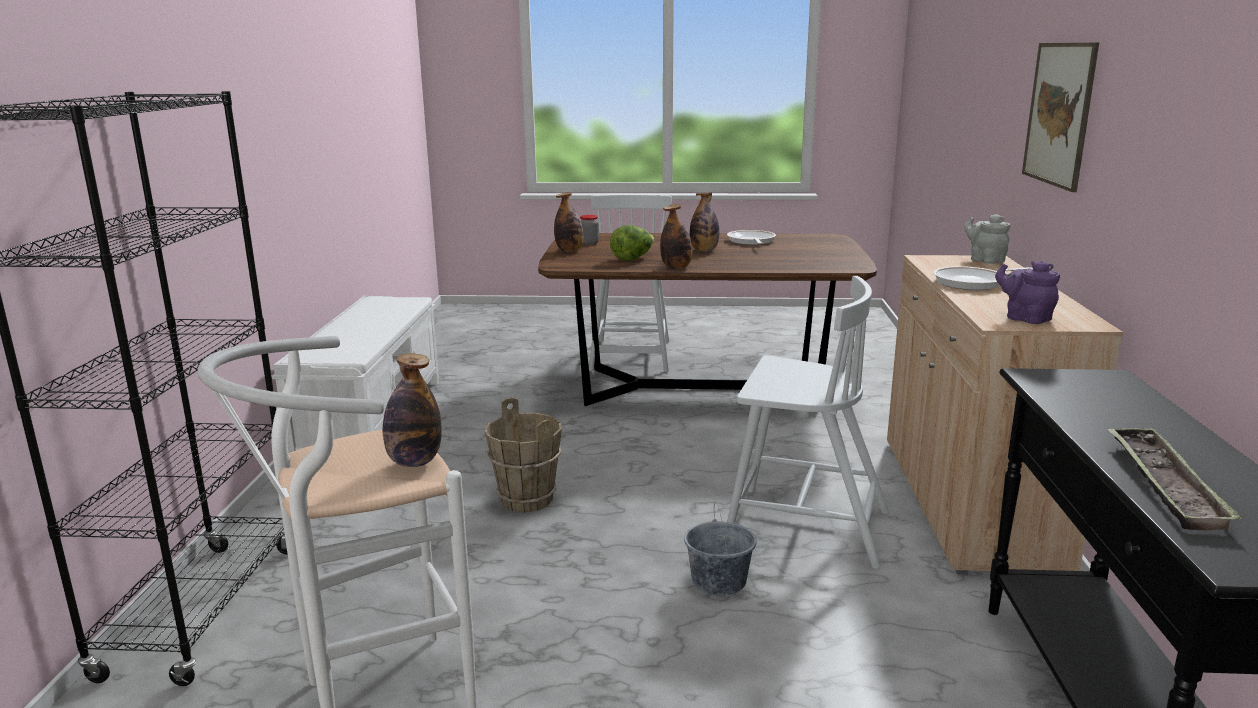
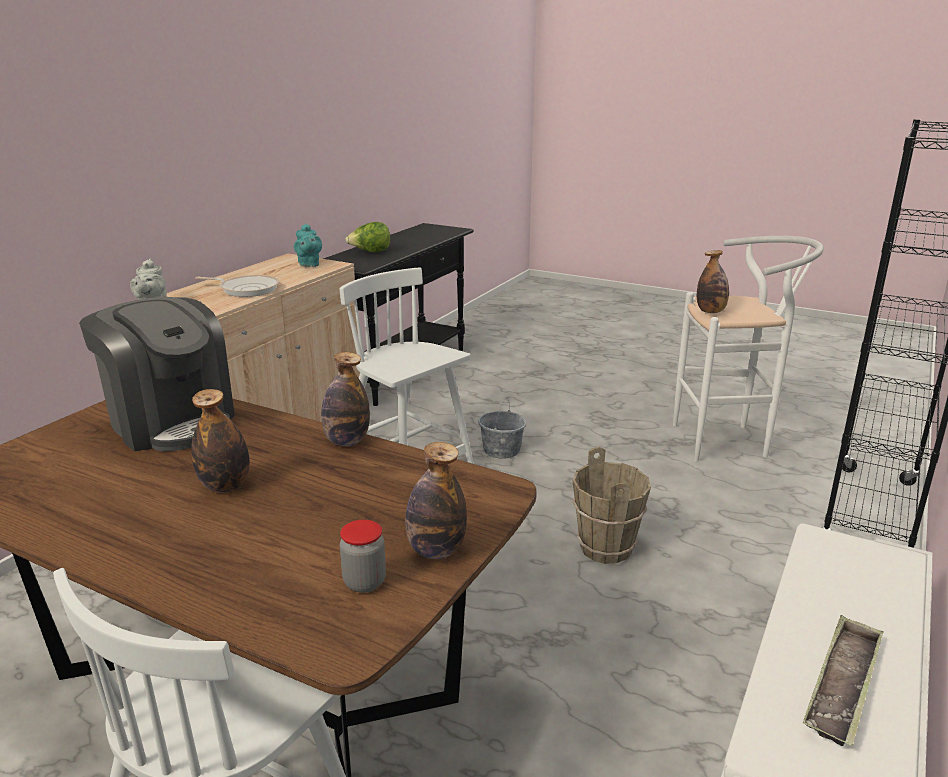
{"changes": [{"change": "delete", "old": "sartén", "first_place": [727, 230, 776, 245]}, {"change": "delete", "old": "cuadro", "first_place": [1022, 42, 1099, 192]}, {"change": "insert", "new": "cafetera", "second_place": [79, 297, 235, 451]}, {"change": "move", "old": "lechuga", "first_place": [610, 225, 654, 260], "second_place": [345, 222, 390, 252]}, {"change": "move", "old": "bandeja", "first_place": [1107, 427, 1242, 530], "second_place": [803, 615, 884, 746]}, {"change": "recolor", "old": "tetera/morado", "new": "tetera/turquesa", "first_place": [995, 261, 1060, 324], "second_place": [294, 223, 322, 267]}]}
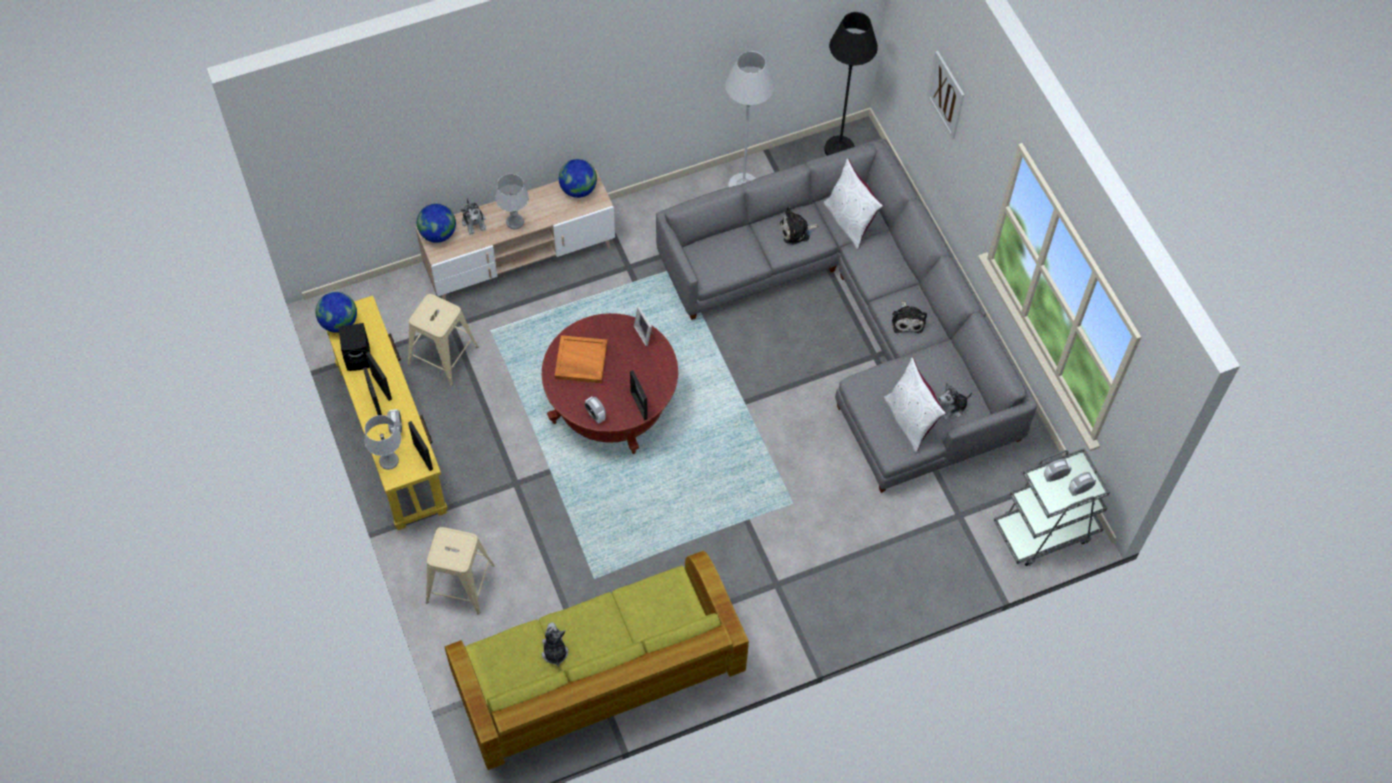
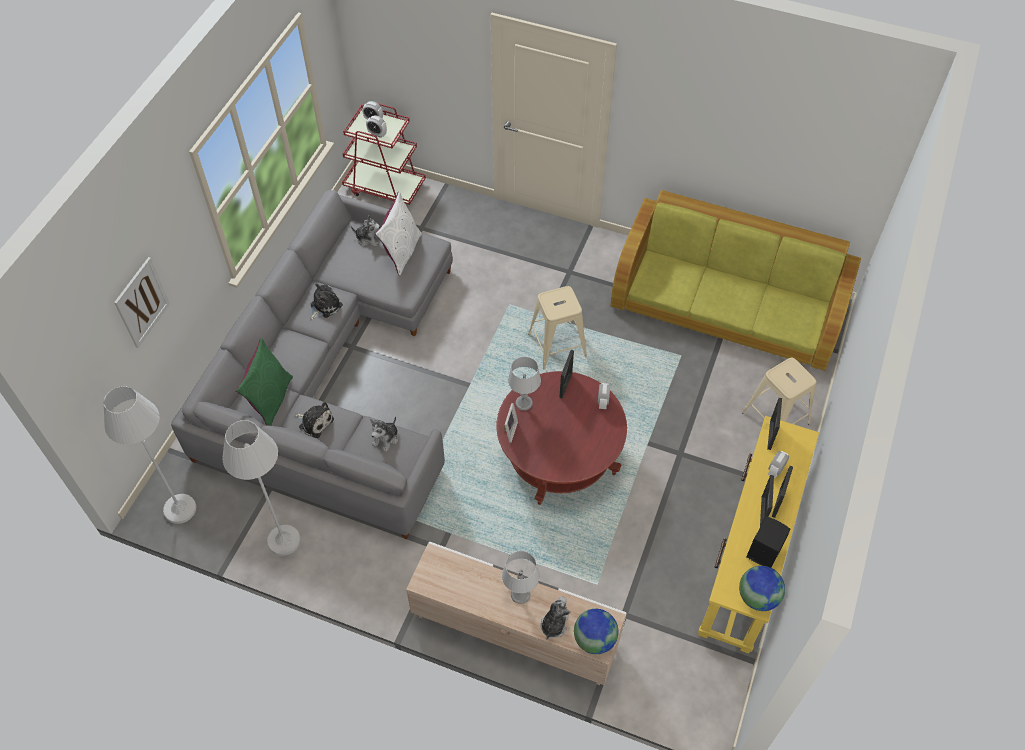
{"changes": [{"change": "delete", "old": "bandeja/naranja", "first_place": [555, 335, 607, 383]}, {"change": "delete", "old": "globo terráqueo", "first_place": [559, 159, 597, 198]}, {"change": "move", "old": "lámpara de mesa/gris", "first_place": [365, 415, 401, 470], "second_place": [508, 357, 541, 411]}, {"change": "move", "old": "taburete/beis", "first_place": [408, 294, 479, 386], "second_place": [528, 286, 587, 369]}, {"change": "move", "old": "peluche", "first_place": [542, 622, 568, 667], "second_place": [370, 416, 399, 452]}, {"change": "recolor", "old": "cojín/blanco", "new": "cojín/verde", "first_place": [823, 159, 883, 250], "second_place": [236, 338, 293, 426]}, {"change": "recolor", "old": "lámpara de pie/negro", "new": "lámpara de pie/blanco", "first_place": [824, 12, 878, 155], "second_place": [104, 386, 196, 524]}, {"change": "recolor", "old": "carrito/gris", "new": "carrito/rojo", "first_place": [994, 448, 1110, 566], "second_place": [342, 103, 426, 205]}]}
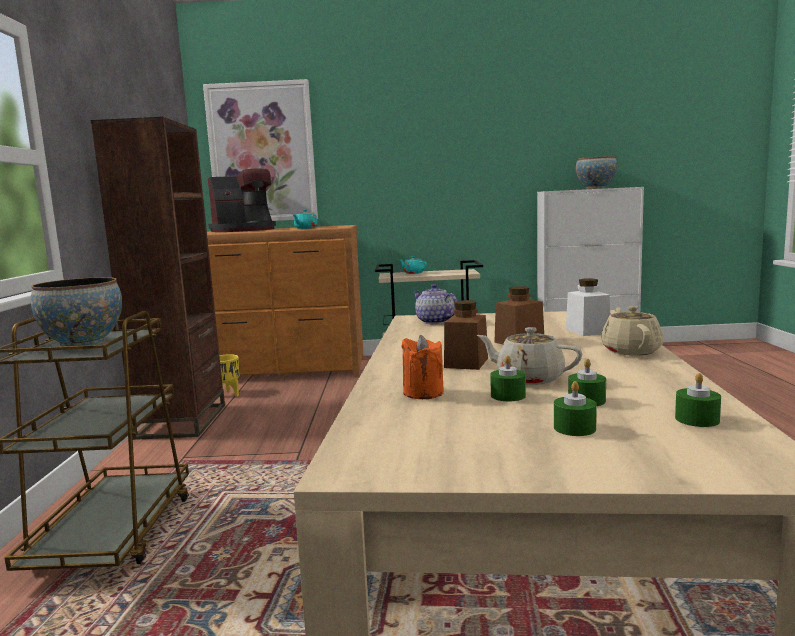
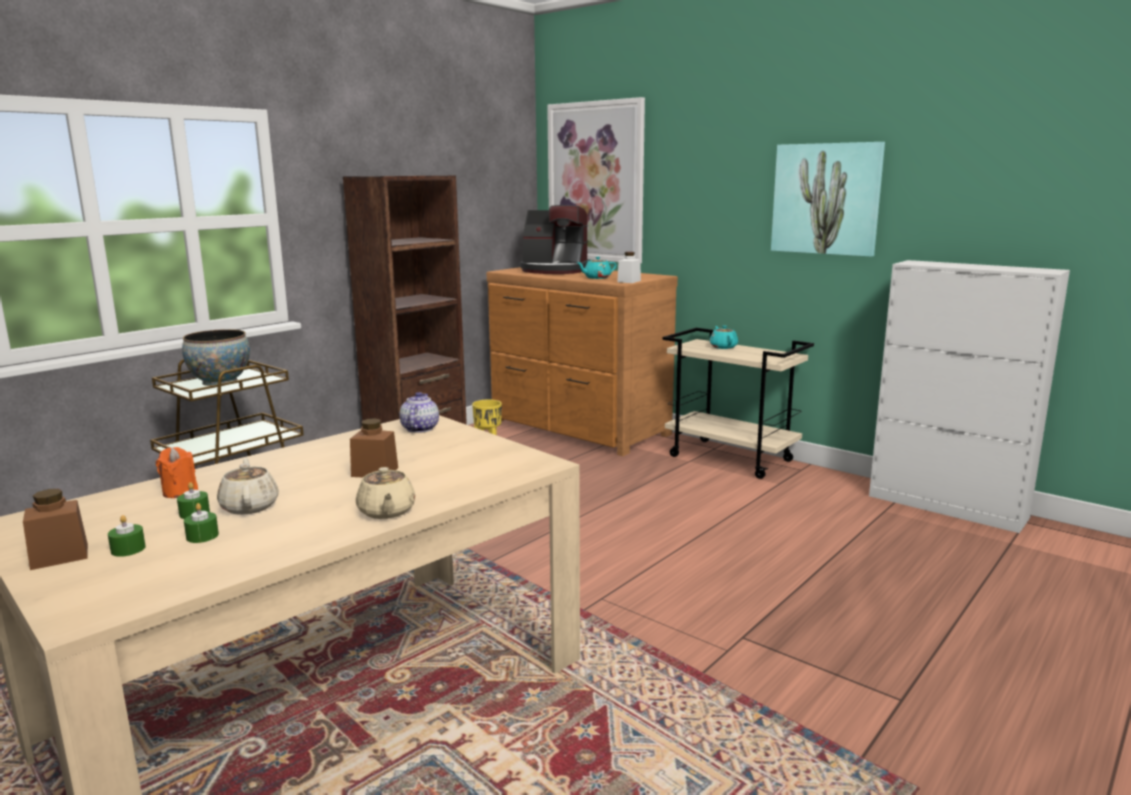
{"changes": [{"change": "delete", "old": "cuenco", "first_place": [576, 156, 617, 189]}, {"change": "delete", "old": "vela/verde", "first_place": [675, 373, 721, 427]}, {"change": "insert", "new": "cuadro", "second_place": [771, 142, 885, 257]}, {"change": "move", "old": "tarro/marrón", "first_place": [444, 300, 488, 370], "second_place": [23, 489, 88, 570]}, {"change": "move", "old": "tarro/blanco", "first_place": [566, 279, 610, 336], "second_place": [617, 252, 641, 283]}, {"change": "rotate", "old": "tetera/beis", "first_place": [601, 306, 664, 356], "second_place": [356, 467, 415, 519], "degrees": 120}]}
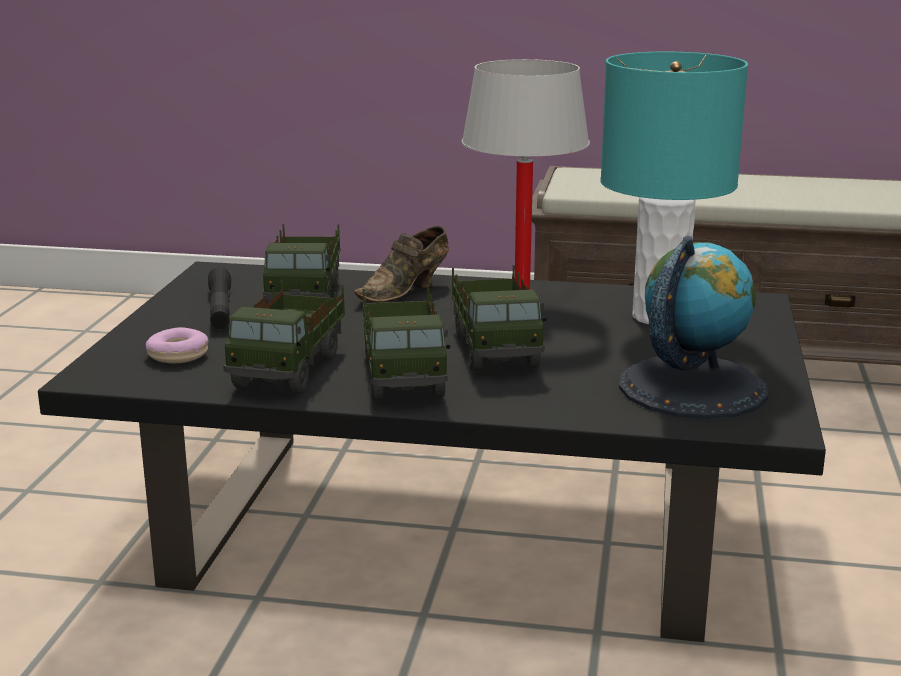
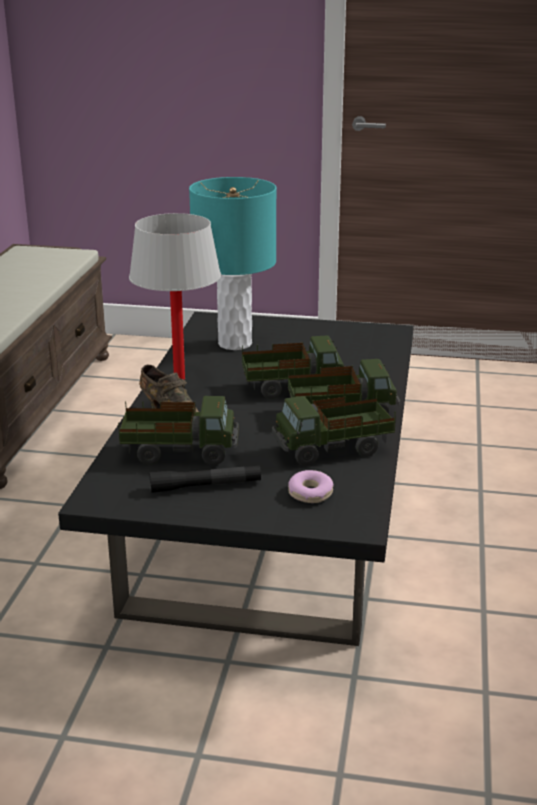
{"changes": [{"change": "delete", "old": "globo terráqueo", "first_place": [619, 236, 768, 419]}, {"change": "rotate", "old": "camión de juguete", "first_place": [223, 280, 345, 393], "second_place": [272, 392, 396, 466], "degrees": 150}]}
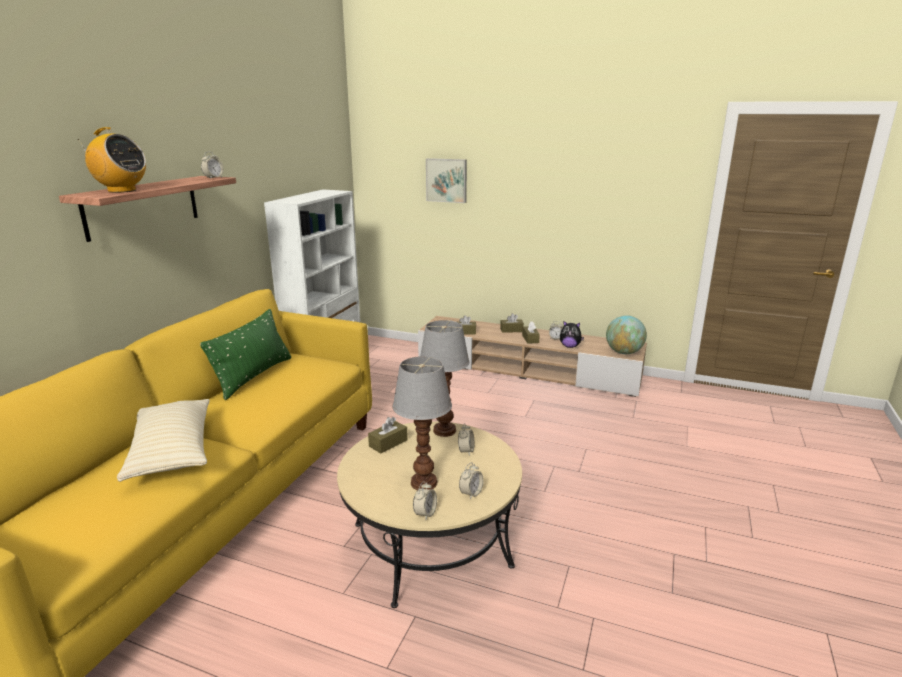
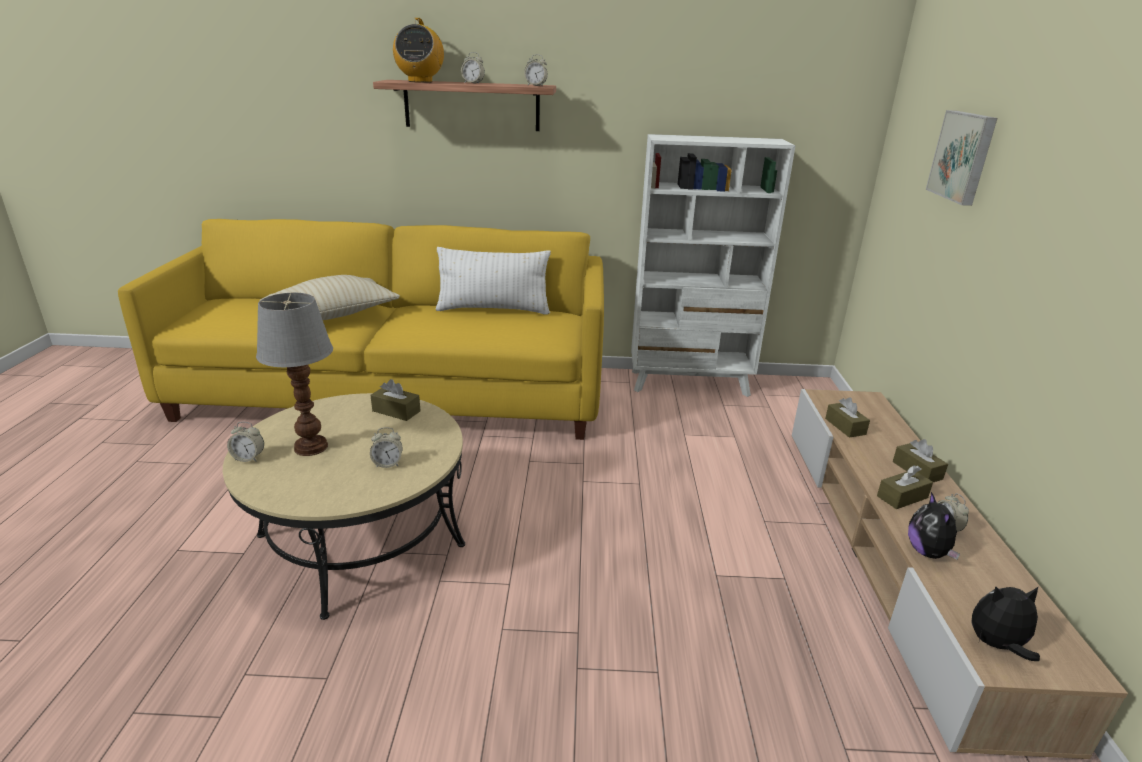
{"changes": [{"change": "delete", "old": "lámpara de mesa", "first_place": [420, 320, 470, 437]}, {"change": "move", "old": "despertador", "first_place": [459, 462, 484, 500], "second_place": [461, 52, 485, 84]}, {"change": "replace", "old": "globo terráqueo", "new": "peluche", "first_place": [606, 315, 647, 354], "second_place": [971, 586, 1040, 661]}, {"change": "recolor", "old": "cojín/verde", "new": "cojín/blanco", "first_place": [200, 309, 291, 400], "second_place": [436, 247, 551, 315]}]}
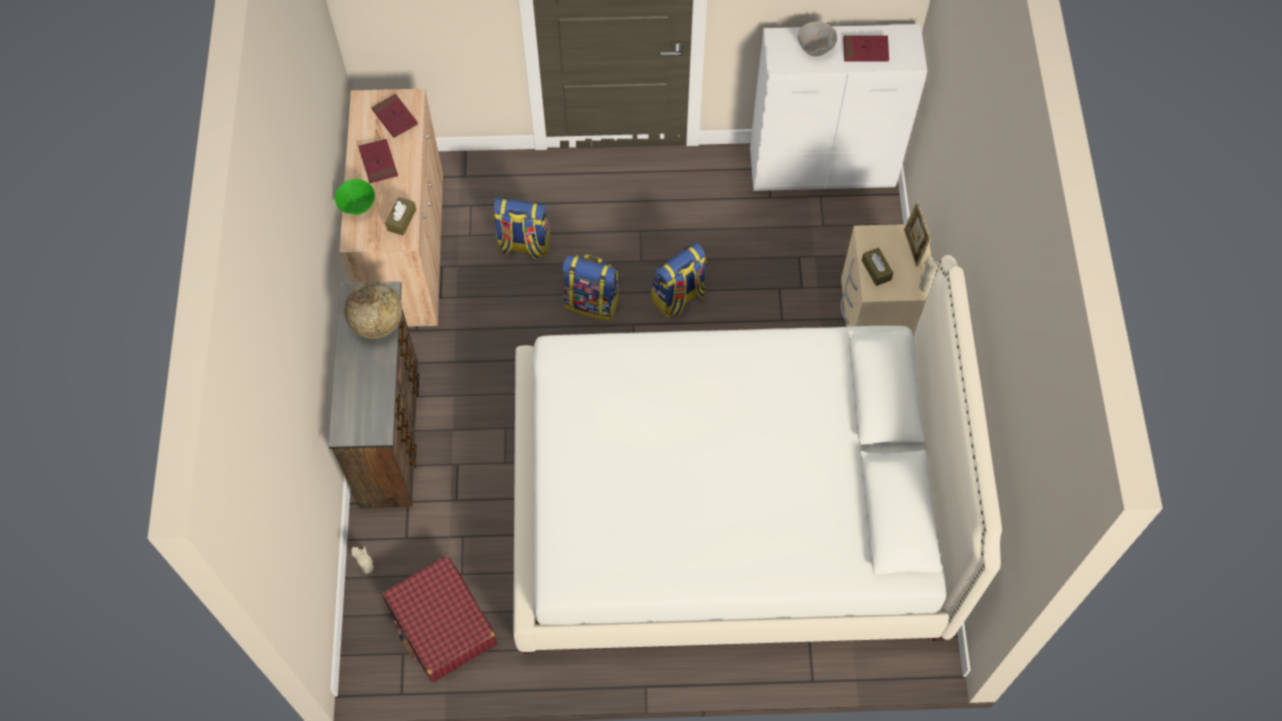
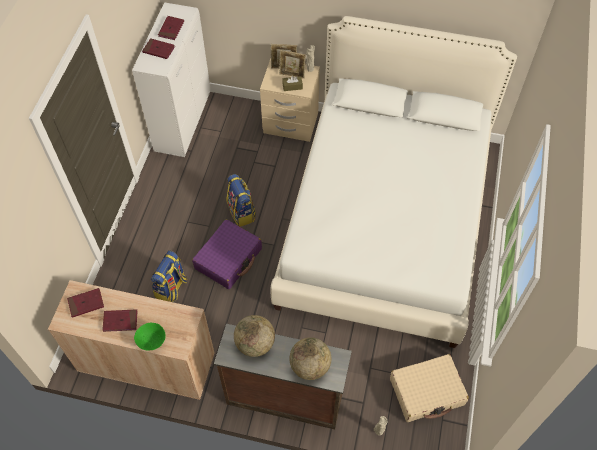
{"changes": [{"change": "delete", "old": "caja de pañuelos/marrón", "first_place": [385, 197, 416, 235]}, {"change": "insert", "new": "portarretratos", "second_place": [279, 50, 306, 79]}, {"change": "insert", "new": "globo terráqueo", "second_place": [289, 337, 331, 380]}, {"change": "replace", "old": "mochila", "new": "maleta/morado", "first_place": [562, 254, 620, 321], "second_place": [192, 219, 262, 289]}, {"change": "replace", "old": "cuenco/gris", "new": "libro/rojo", "first_place": [798, 21, 837, 57], "second_place": [142, 38, 175, 59]}, {"change": "recolor", "old": "maleta/rojo", "new": "maleta/beis", "first_place": [382, 556, 497, 682], "second_place": [390, 354, 469, 422]}]}
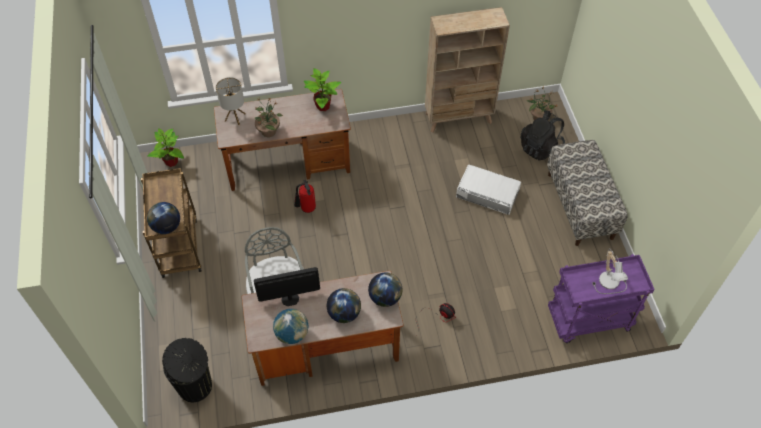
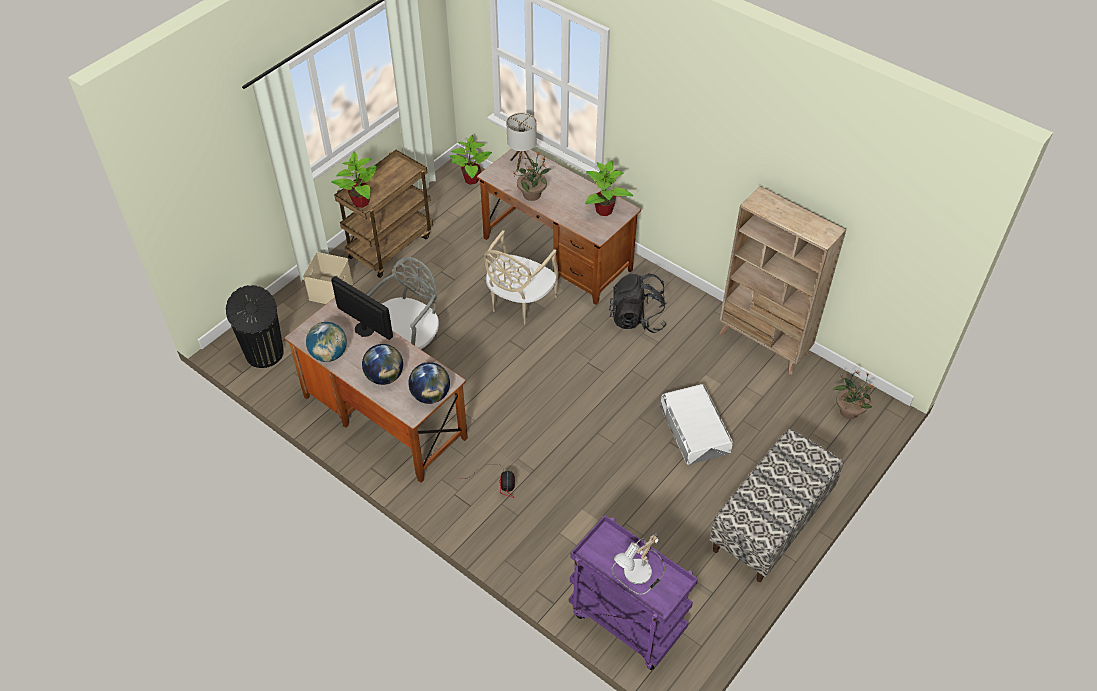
{"changes": [{"change": "insert", "new": "caja de almacenaje/beis", "second_place": [303, 252, 353, 304]}, {"change": "move", "old": "mochila/negro", "first_place": [520, 110, 565, 161], "second_place": [609, 273, 667, 333]}, {"change": "replace", "old": "globo terráqueo", "new": "planta en maceta", "first_place": [147, 202, 180, 234], "second_place": [331, 151, 377, 208]}, {"change": "replace", "old": "extintor", "new": "silla/beis", "first_place": [294, 179, 316, 213], "second_place": [484, 230, 559, 324]}]}
